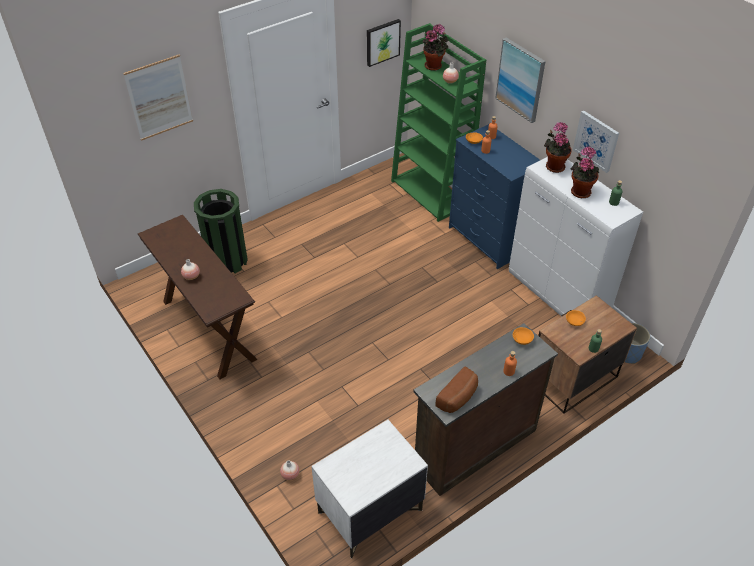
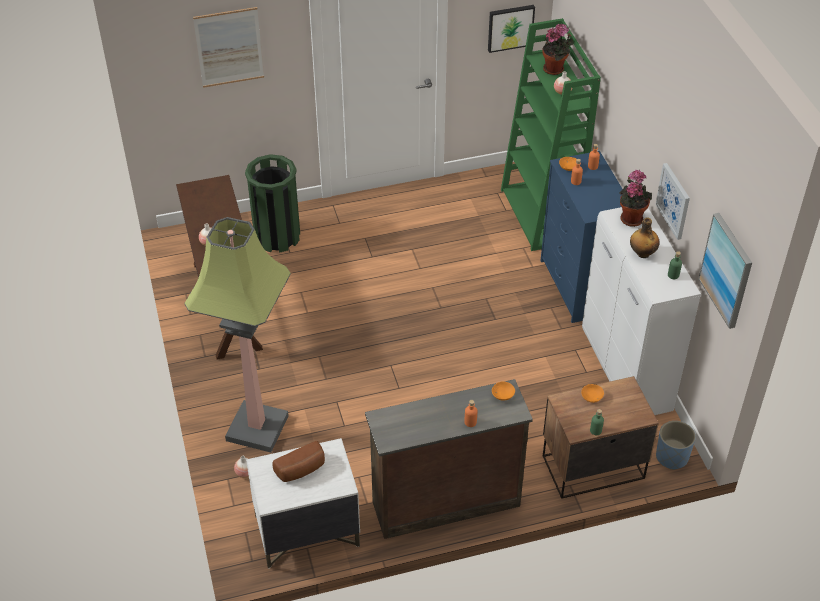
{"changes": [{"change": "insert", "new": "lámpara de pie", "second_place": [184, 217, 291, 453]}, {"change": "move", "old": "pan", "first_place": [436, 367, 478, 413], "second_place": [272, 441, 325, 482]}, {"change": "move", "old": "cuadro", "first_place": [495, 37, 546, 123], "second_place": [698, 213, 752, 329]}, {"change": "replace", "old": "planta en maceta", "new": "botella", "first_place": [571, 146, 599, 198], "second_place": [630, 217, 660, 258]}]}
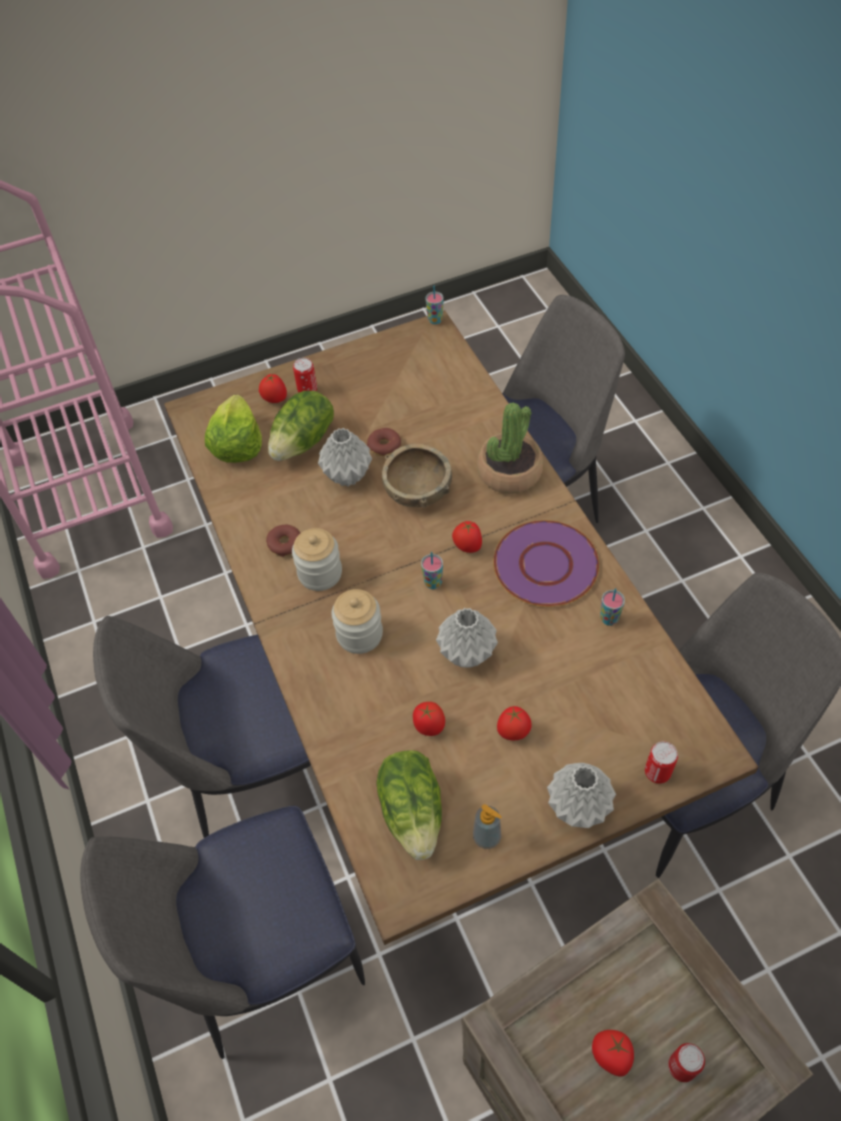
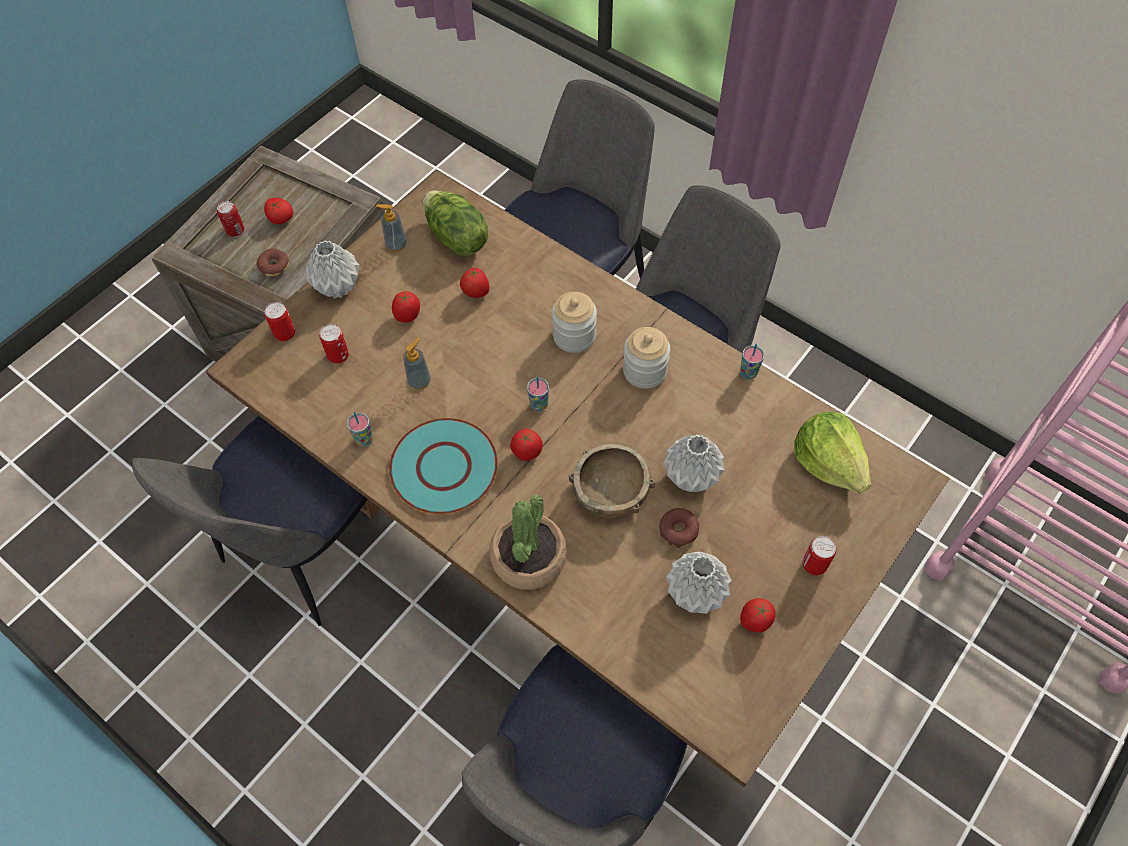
{"changes": [{"change": "delete", "old": "lechuga", "first_place": [268, 391, 334, 461]}, {"change": "insert", "new": "lata", "second_place": [319, 324, 349, 363]}, {"change": "insert", "new": "dispensador de jabón", "second_place": [403, 338, 431, 389]}, {"change": "move", "old": "tomate", "first_place": [259, 374, 287, 403], "second_place": [740, 598, 776, 632]}, {"change": "move", "old": "rosquilla", "first_place": [266, 525, 300, 557], "second_place": [256, 248, 289, 276]}, {"change": "move", "old": "taza", "first_place": [425, 285, 444, 324], "second_place": [740, 344, 764, 380]}, {"change": "move", "old": "florero/gris", "first_place": [436, 608, 498, 668], "second_place": [666, 552, 732, 614]}, {"change": "recolor", "old": "plato/morado", "new": "plato/turquesa", "first_place": [493, 520, 599, 607], "second_place": [389, 418, 498, 515]}]}
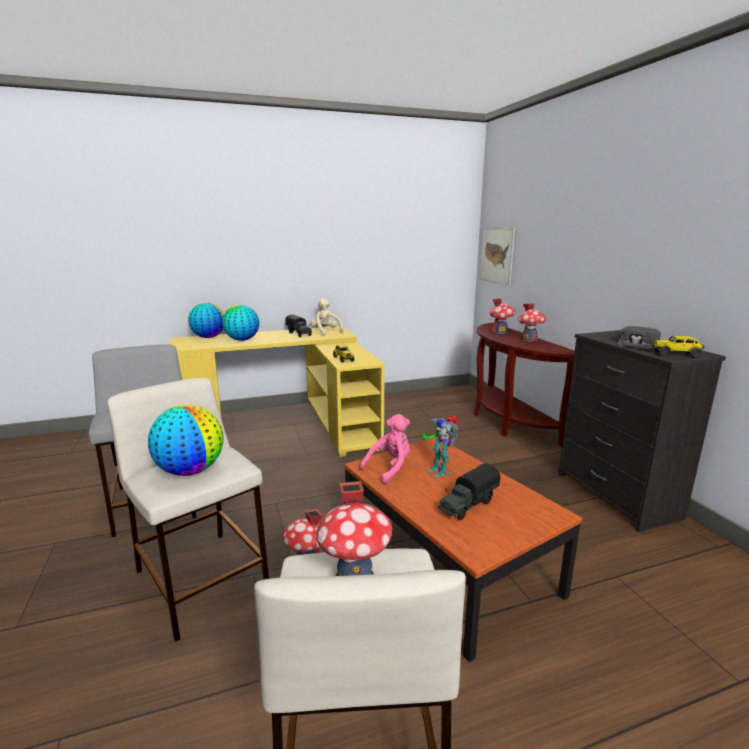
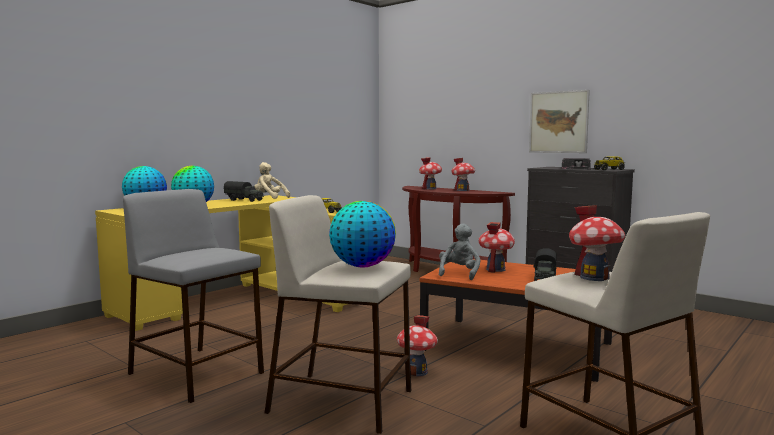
{"changes": [{"change": "move", "old": "cuadro", "first_place": [480, 227, 515, 285], "second_place": [529, 90, 590, 153]}, {"change": "replace", "old": "robot de juguete", "new": "casita", "first_place": [423, 416, 458, 477], "second_place": [478, 222, 515, 273]}, {"change": "recolor", "old": "peluche/rosa", "new": "peluche/gris", "first_place": [360, 414, 410, 484], "second_place": [439, 223, 480, 280]}]}
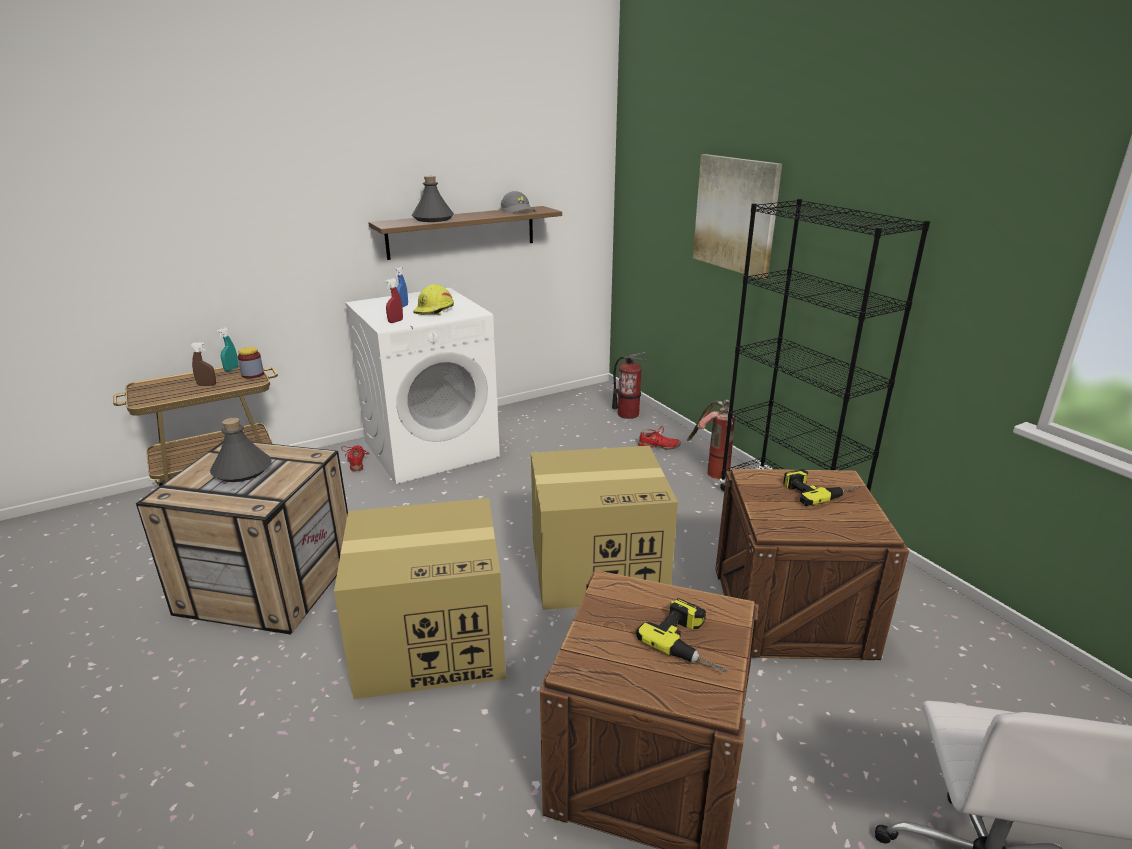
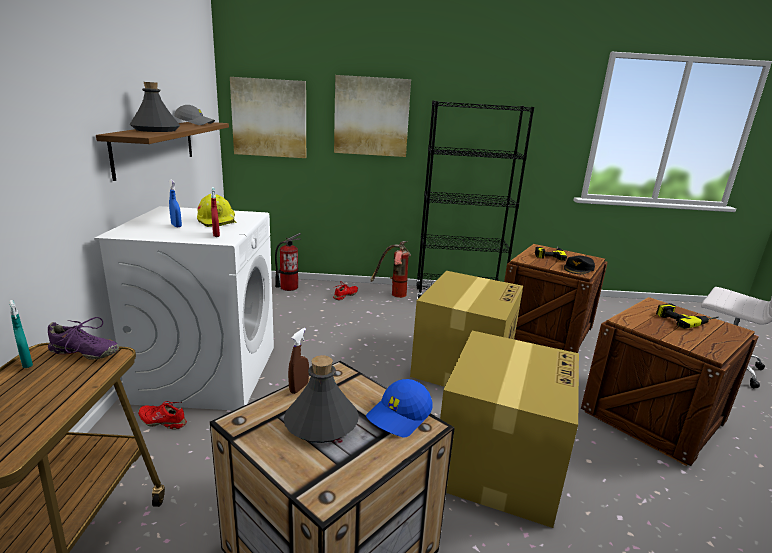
{"changes": [{"change": "insert", "new": "cuadro", "second_place": [230, 77, 306, 158]}, {"change": "insert", "new": "gorra/azul", "second_place": [366, 379, 433, 438]}, {"change": "insert", "new": "gorra/negro", "second_place": [564, 256, 595, 274]}, {"change": "move", "old": "pulverizador/marrón", "first_place": [190, 342, 216, 386], "second_place": [288, 328, 309, 394]}, {"change": "replace", "old": "tarro", "new": "zapato/morado", "first_place": [238, 347, 264, 379], "second_place": [48, 317, 119, 360]}]}
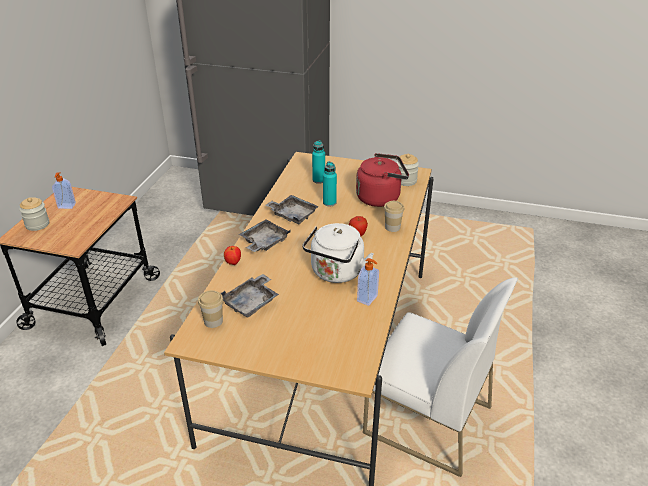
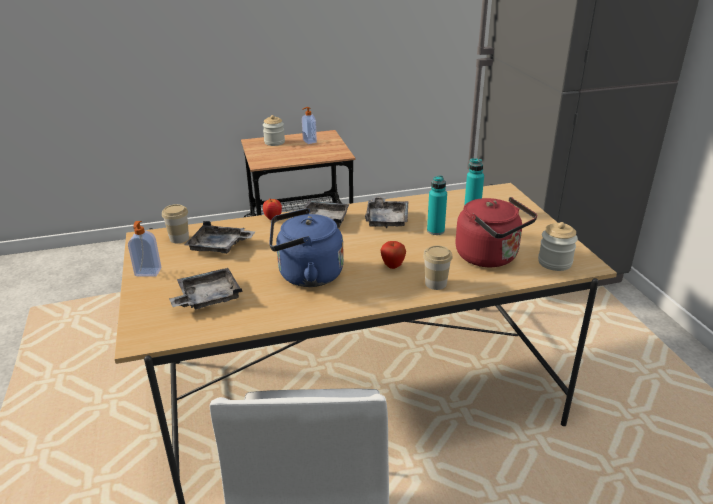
{"changes": [{"change": "insert", "new": "bandeja/gris", "second_place": [169, 268, 243, 309]}, {"change": "move", "old": "dispensador de jabón", "first_place": [357, 258, 379, 306], "second_place": [128, 221, 161, 277]}, {"change": "recolor", "old": "hervidor/blanco", "new": "hervidor/azul", "first_place": [303, 223, 374, 283], "second_place": [269, 208, 344, 287]}]}
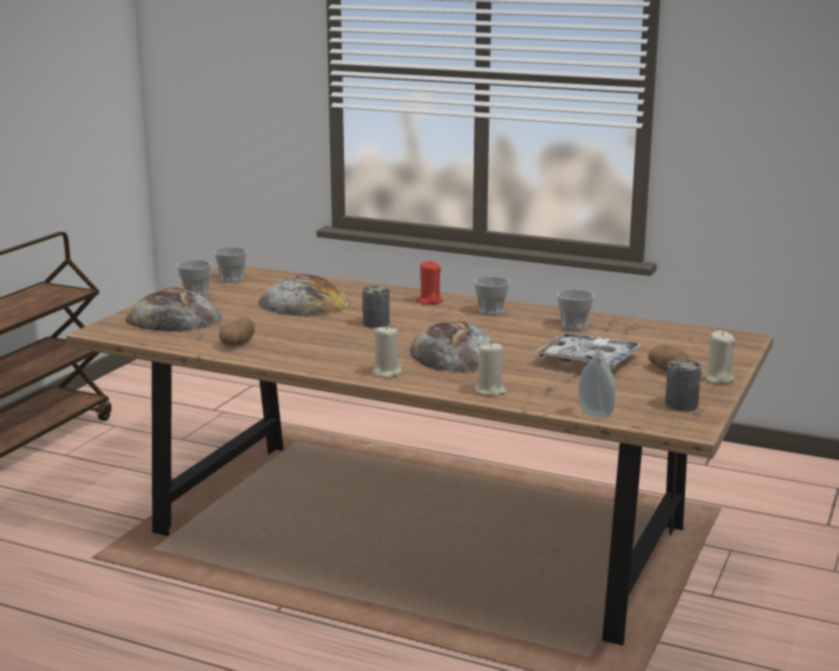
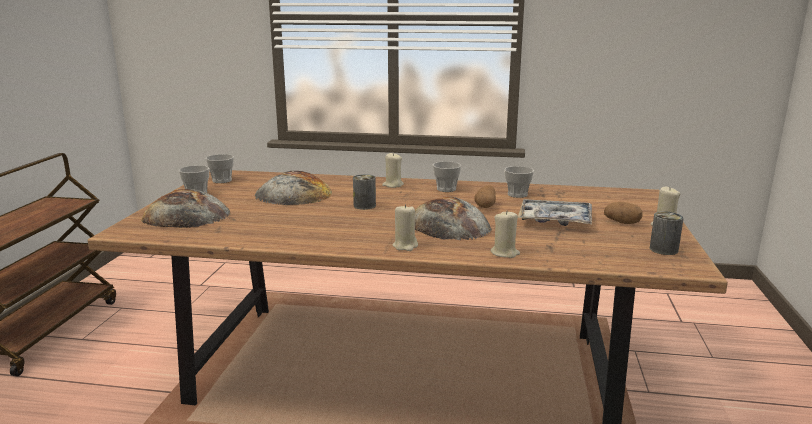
{"changes": [{"change": "delete", "old": "dispensador de jabón", "first_place": [578, 338, 616, 419]}, {"change": "move", "old": "patata", "first_place": [219, 318, 255, 346], "second_place": [474, 185, 496, 208]}, {"change": "recolor", "old": "vela/rojo", "new": "vela/beis", "first_place": [416, 261, 443, 305], "second_place": [382, 153, 404, 188]}]}
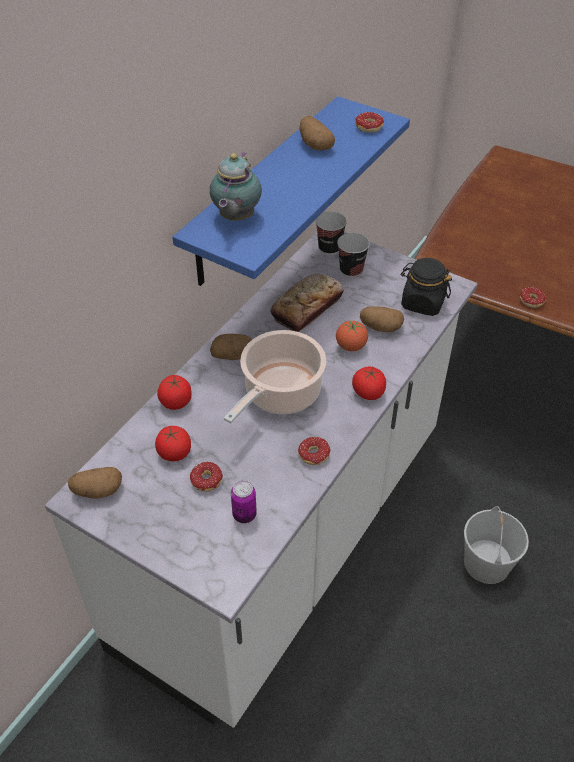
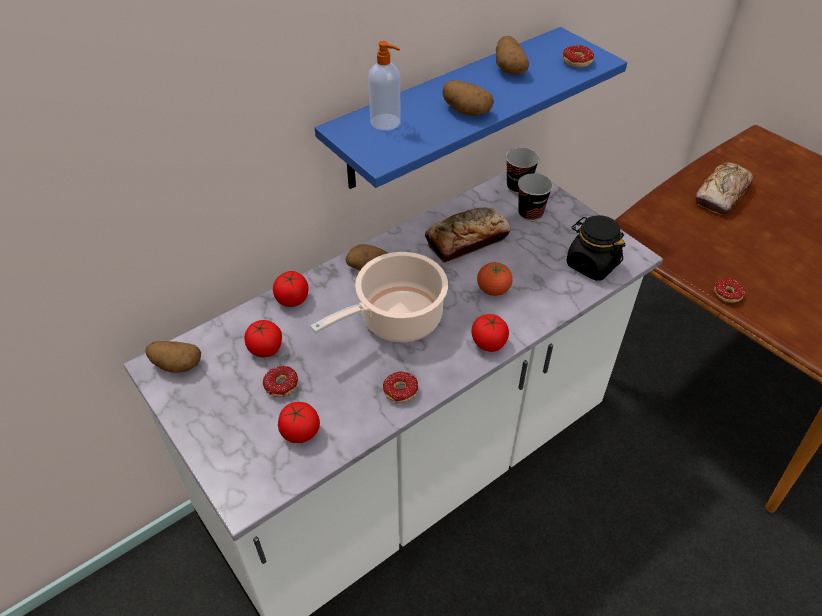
{"changes": [{"change": "delete", "old": "cubo/blanco", "first_place": [464, 506, 529, 584]}, {"change": "insert", "new": "pan", "second_place": [696, 162, 754, 215]}, {"change": "move", "old": "patata", "first_place": [360, 306, 404, 332], "second_place": [442, 80, 494, 116]}, {"change": "replace", "old": "tetera", "new": "dispensador de jabón", "first_place": [210, 152, 262, 221], "second_place": [368, 41, 401, 131]}, {"change": "replace", "old": "lata", "new": "tomate", "first_place": [231, 480, 257, 523], "second_place": [278, 402, 320, 443]}]}
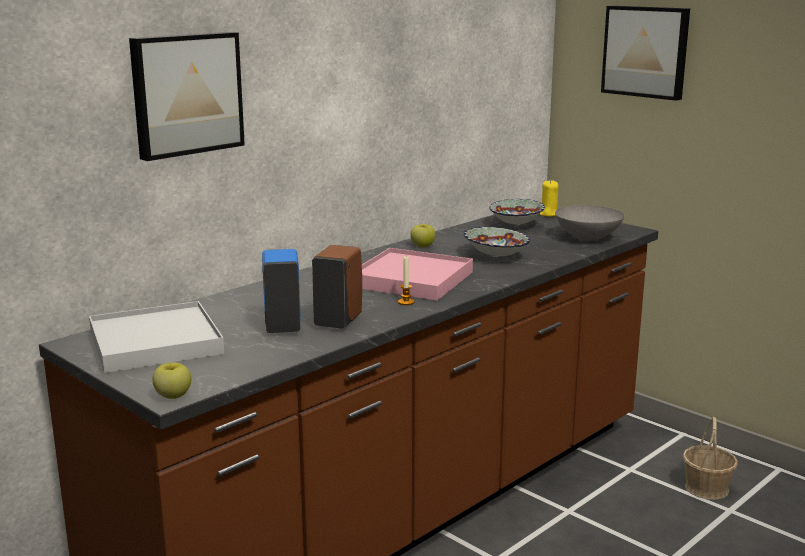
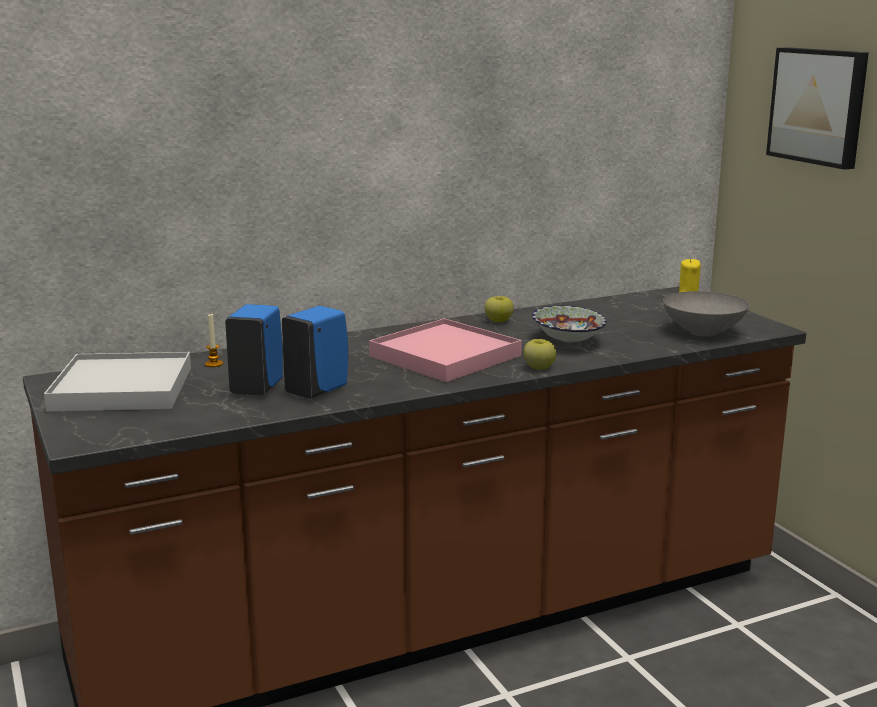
{"changes": [{"change": "delete", "old": "cuadro", "first_place": [129, 32, 245, 161]}, {"change": "delete", "old": "cuenco", "first_place": [489, 199, 545, 226]}, {"change": "delete", "old": "cesta", "first_place": [683, 417, 738, 500]}, {"change": "move", "old": "manzana", "first_place": [153, 362, 191, 399], "second_place": [523, 339, 556, 370]}, {"change": "move", "old": "vela", "first_place": [398, 256, 414, 305], "second_place": [205, 313, 223, 367]}, {"change": "recolor", "old": "dispensador de jabón/marrón", "new": "dispensador de jabón/azul", "first_place": [312, 245, 362, 329], "second_place": [282, 306, 348, 399]}]}
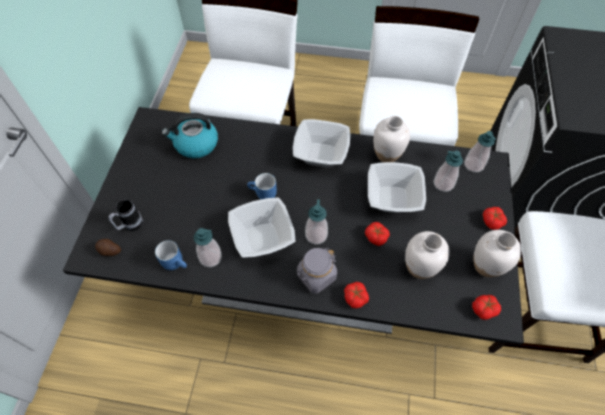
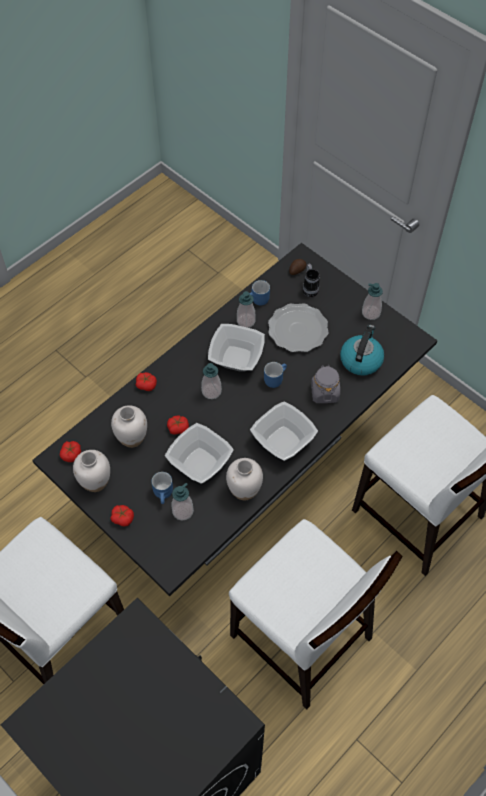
{"changes": [{"change": "insert", "new": "taza grande/azul", "second_place": [151, 472, 173, 504]}, {"change": "insert", "new": "plato", "second_place": [268, 303, 329, 352]}, {"change": "move", "old": "tarro/gris", "first_place": [297, 248, 337, 294], "second_place": [311, 365, 340, 403]}, {"change": "move", "old": "dispensador de jabón", "first_place": [464, 131, 496, 173], "second_place": [362, 283, 383, 320]}]}
